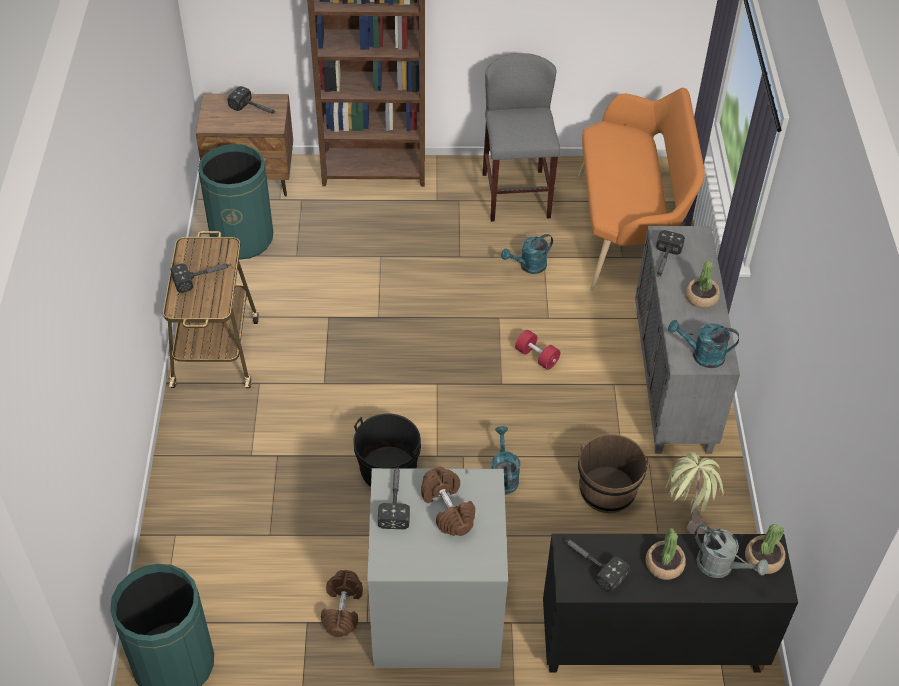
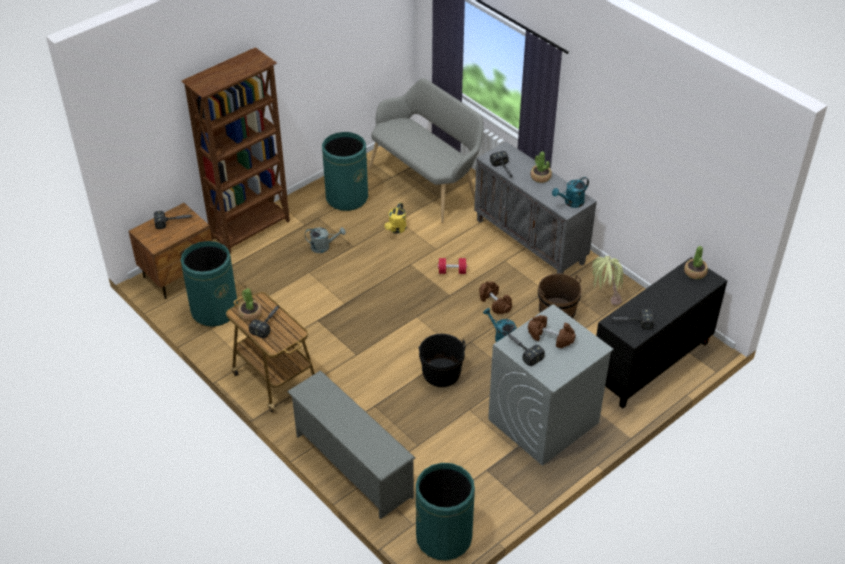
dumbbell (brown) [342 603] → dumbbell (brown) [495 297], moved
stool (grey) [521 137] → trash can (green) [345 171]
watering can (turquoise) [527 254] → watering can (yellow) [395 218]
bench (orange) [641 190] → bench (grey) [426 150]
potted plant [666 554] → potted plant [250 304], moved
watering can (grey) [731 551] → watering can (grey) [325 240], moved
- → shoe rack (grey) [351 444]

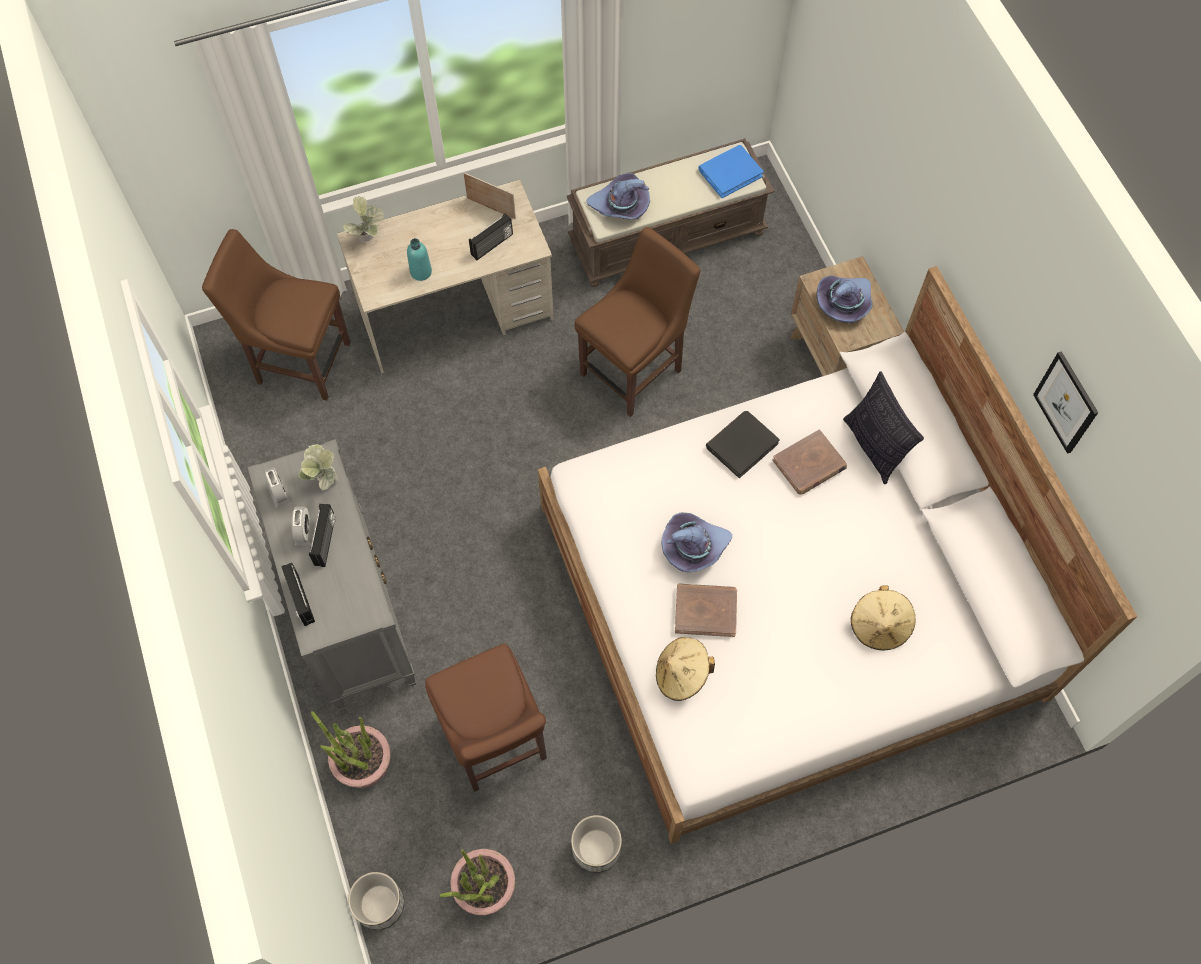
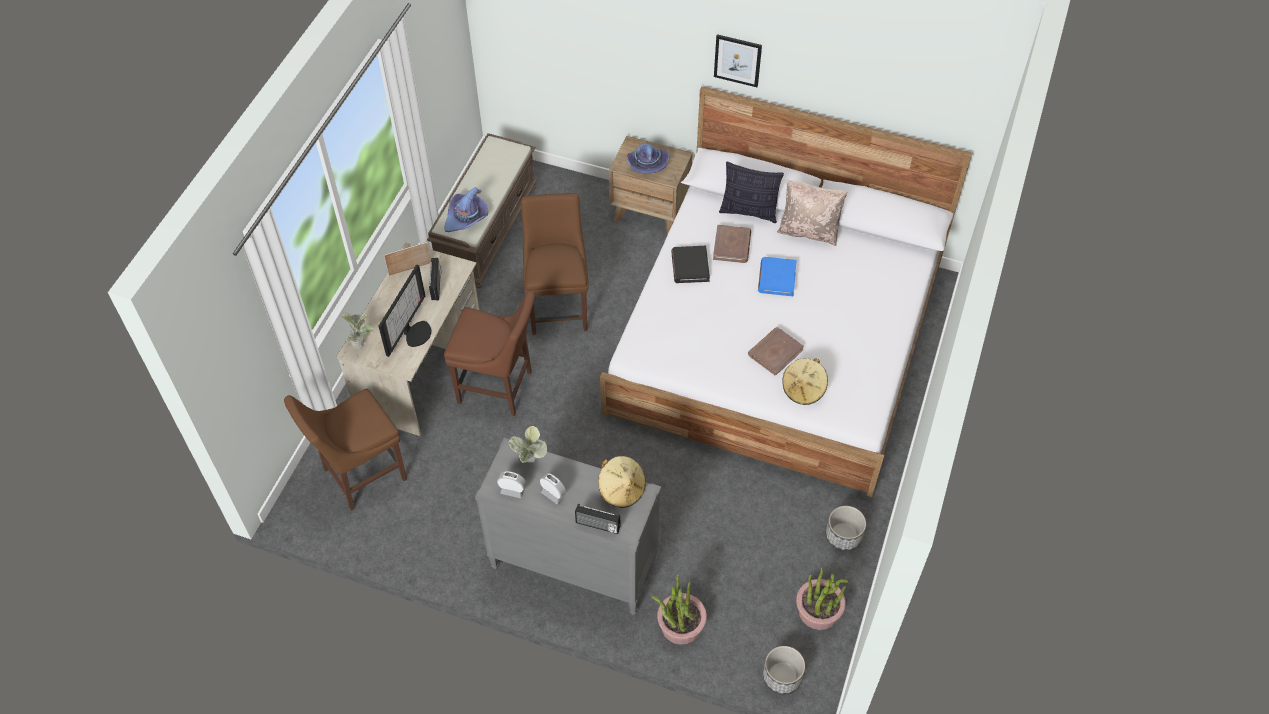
radio [322 535] → -
bottle (turquoise) [419 259] → monitor [405 311]
chair (brown) [486 718] → chair (brown) [489 353], moved
hat (purple) [696 542] → -
book (blue) [731 171] → book (blue) [777 276], moved
hat (beige) [883 617] → hat (beige) [622 482], moved
picture [1065 402] → picture [738 60], moved
- → pillow (beige) [812 213]

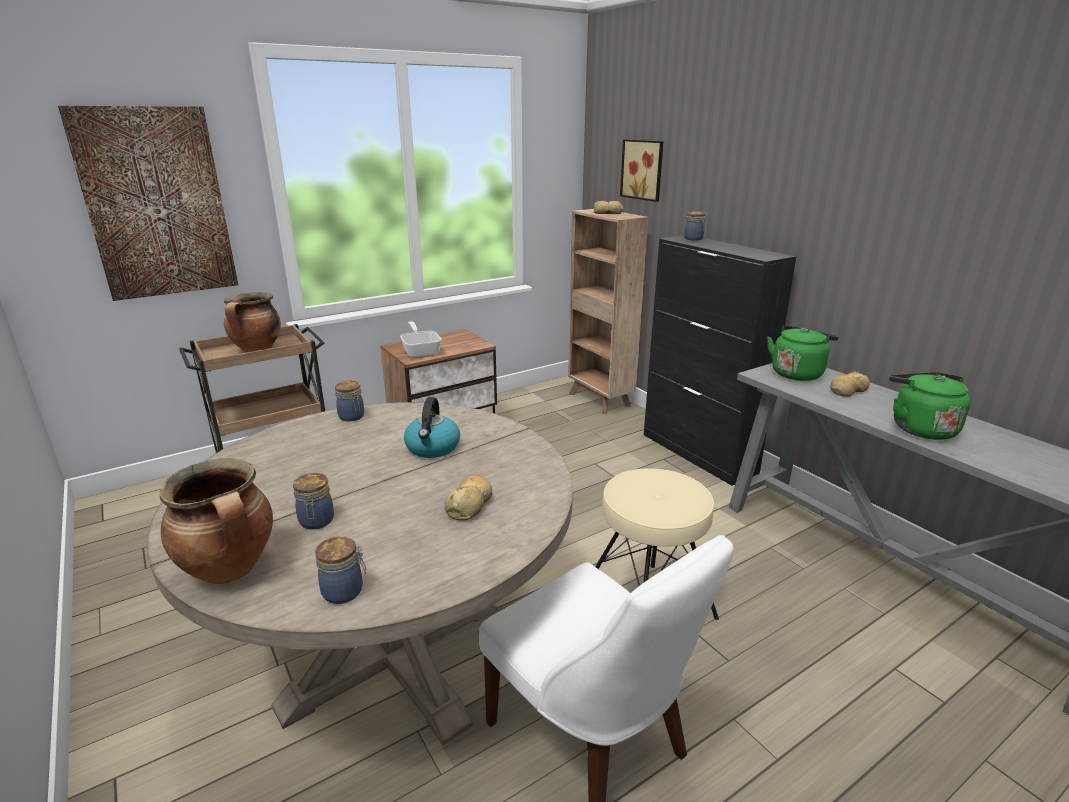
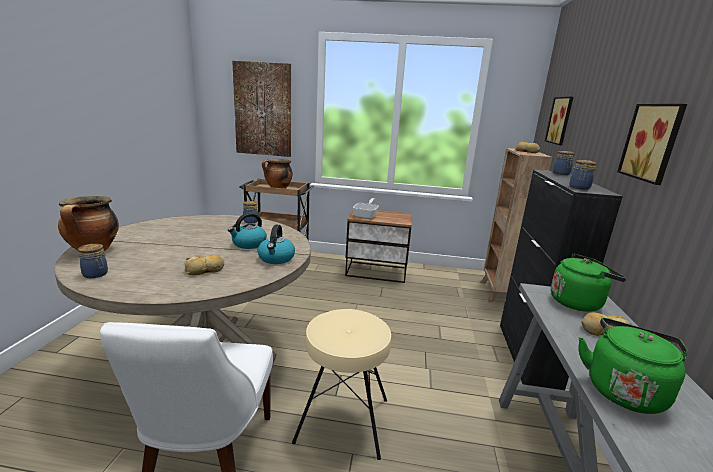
jar [313 501] → jar [583 175], moved
- → kettle [276 244]
- → picture [652 144]

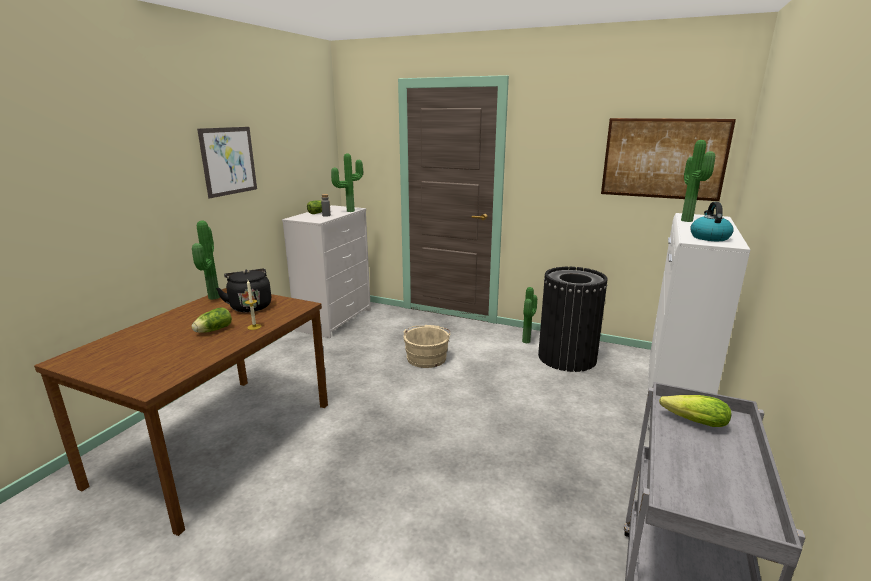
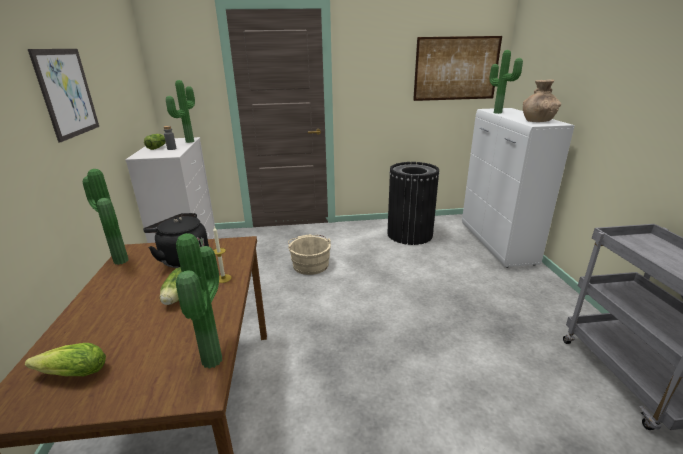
potted plant [529 315] → potted plant [199 301], moved
lettuce [695 411] → lettuce [65 359], moved
kettle [712 221] → vase (brown) [542 100]

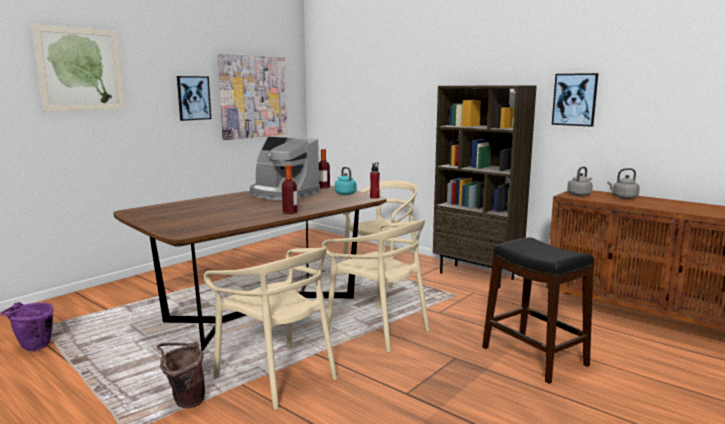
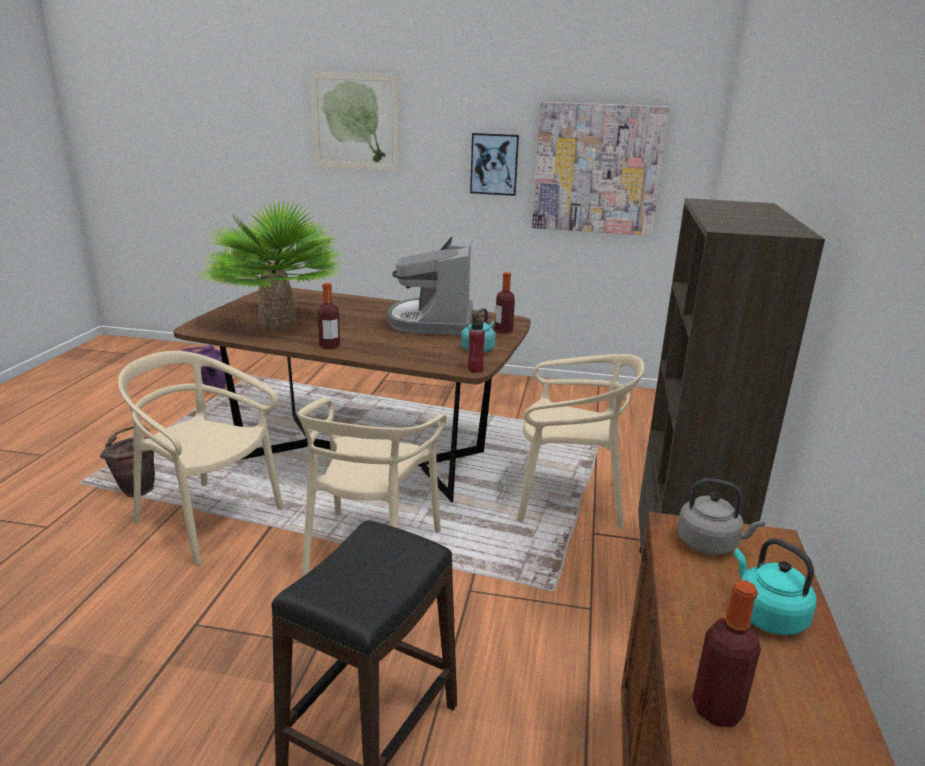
chair (beige) [270 328] → chair (beige) [201 458], 105 degrees clockwise
picture [575 100] → -
kettle (grey) [623 183] → kettle (turquoise) [775 586]
- → potted plant [271 265]
- → bottle [726 653]

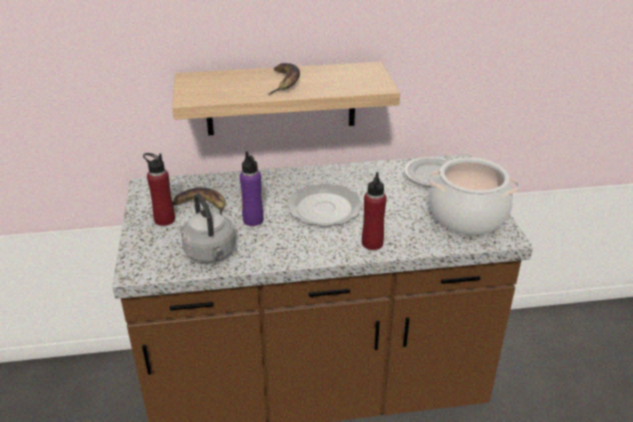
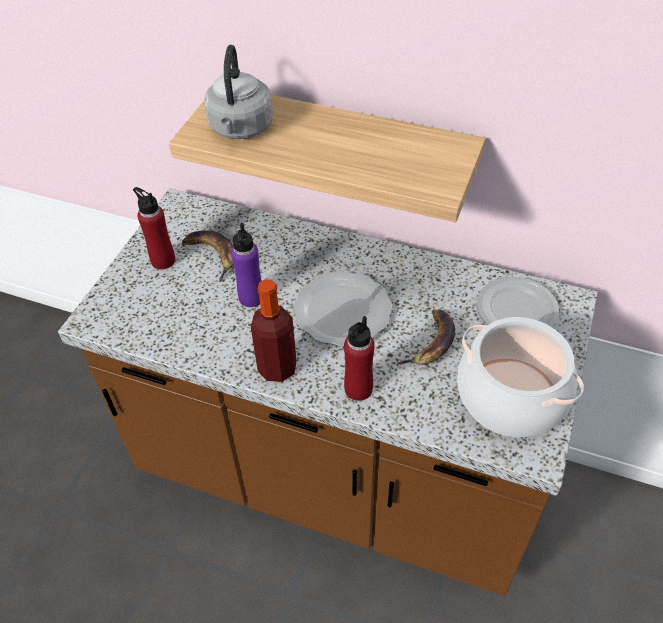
kettle (grey) [208 227] → kettle (grey) [239 92], moved
banana [284 79] → banana [426 337], moved
- → bottle [274 330]

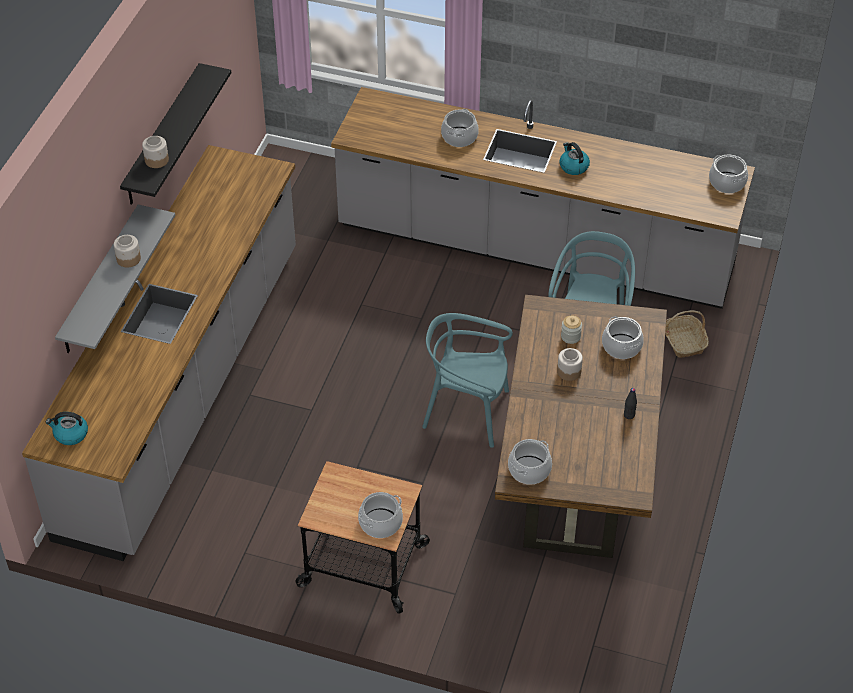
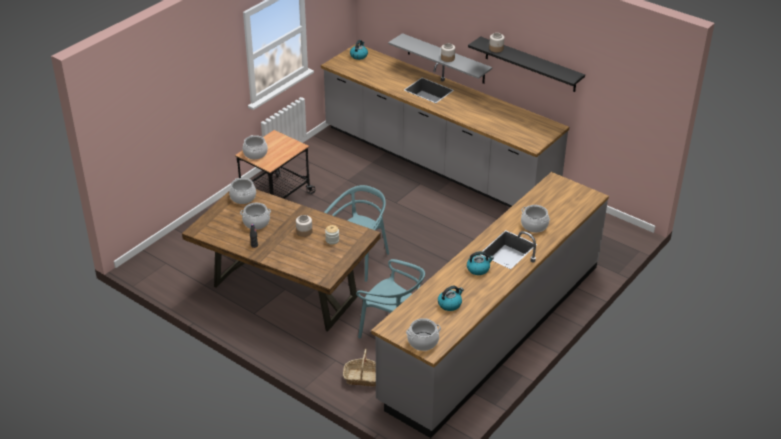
cooking pot [623 337] → cooking pot [255 216], moved
- → kettle [451 298]

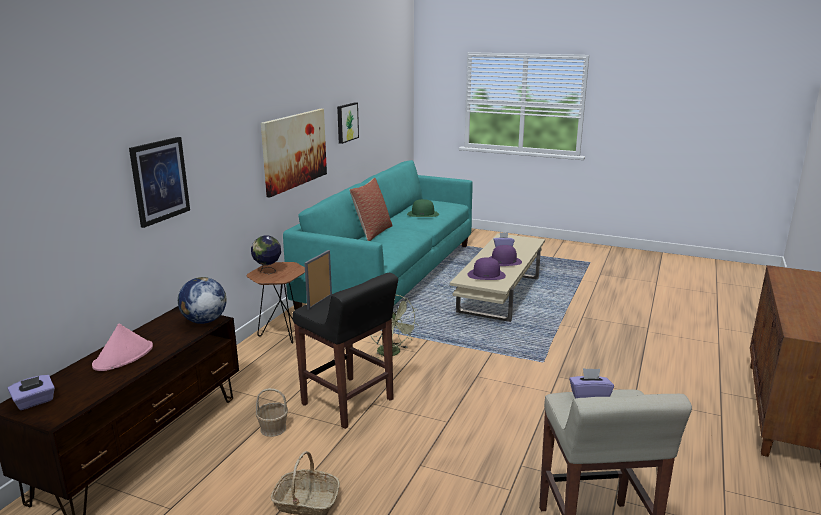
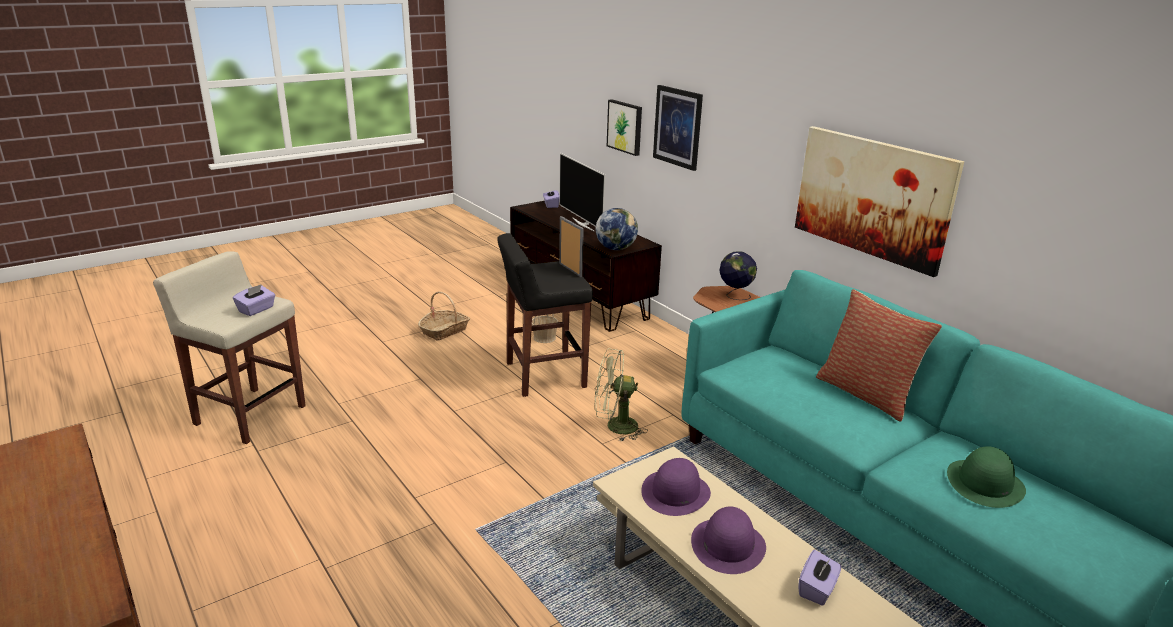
hat (pink) [122 347] → television [582 192]
picture [348 123] → picture [624 127], moved

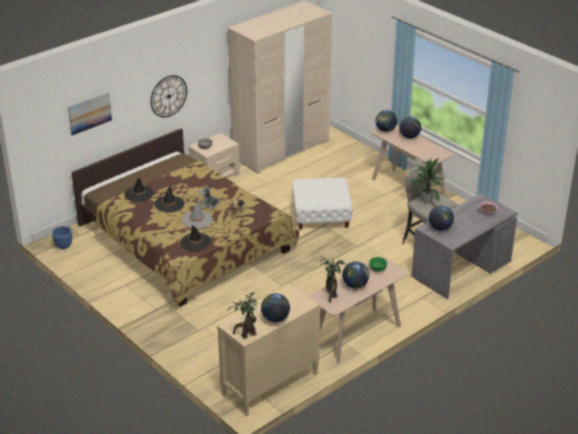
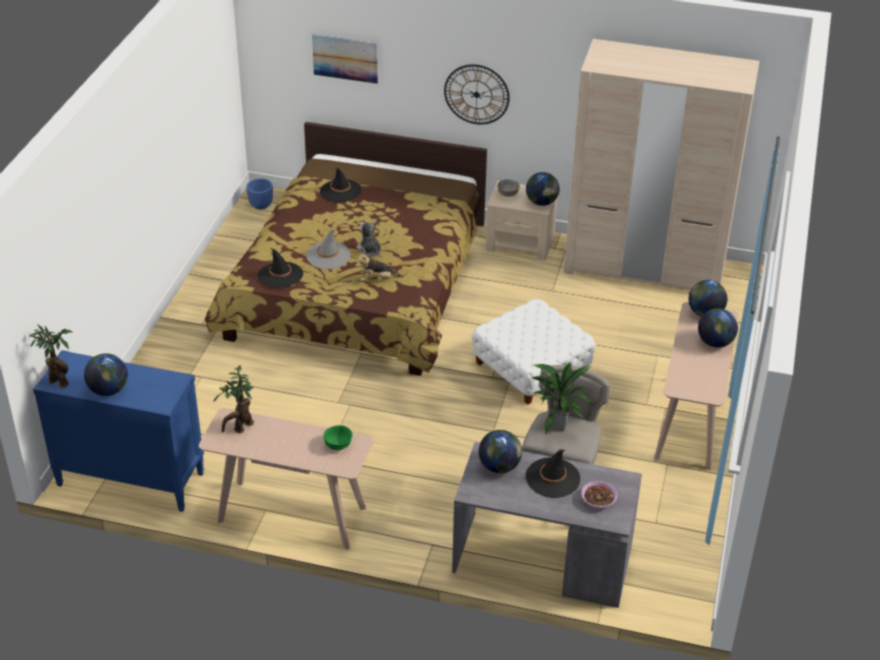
hat (black) [169 198] → hat (black) [553 473], moved
dresser (beige) [269 350] → dresser (blue) [118 431]
globe [355 274] → globe [542 189], moved

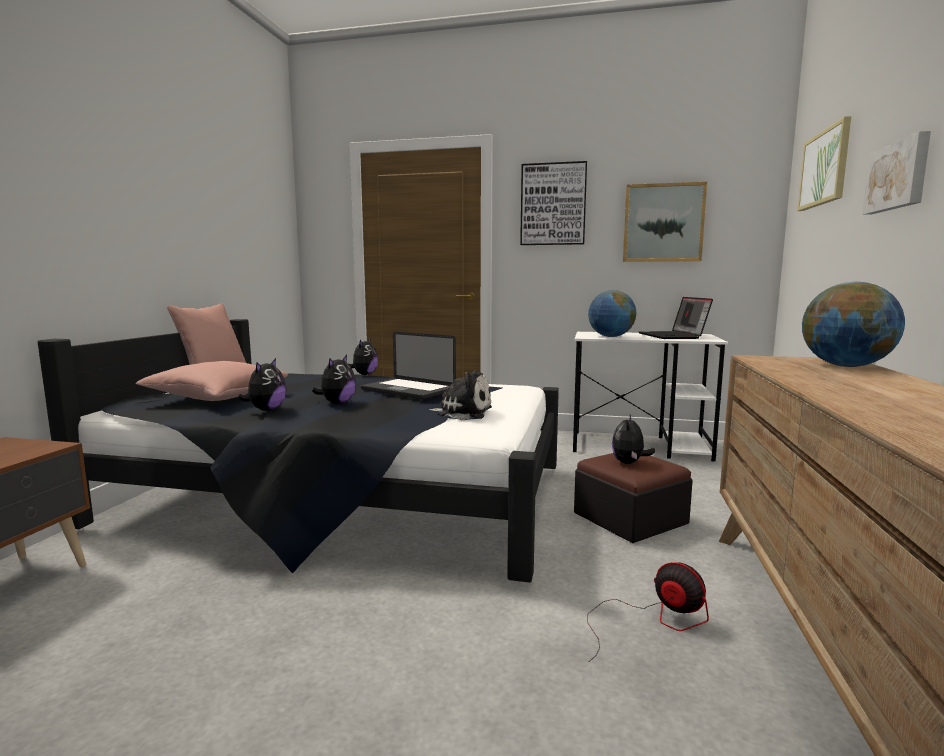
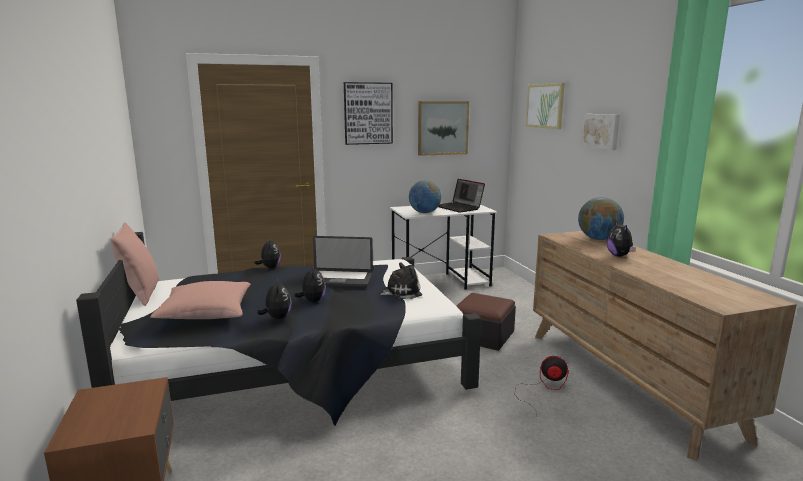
plush toy [633 439] → plush toy [621 238], moved

